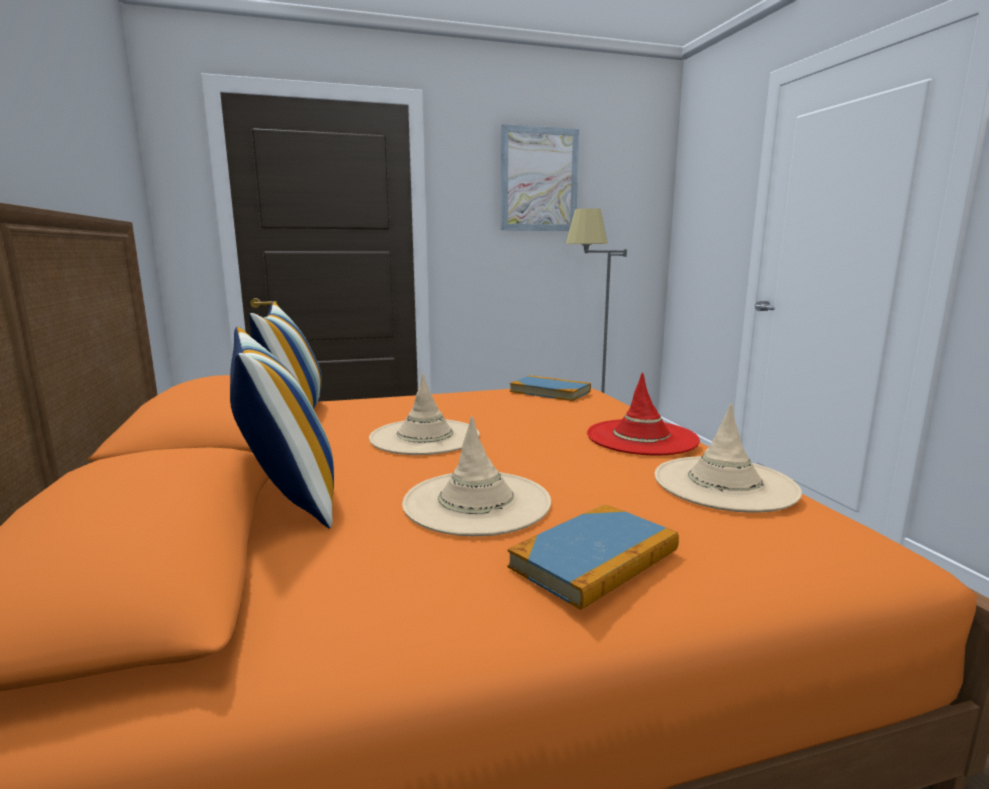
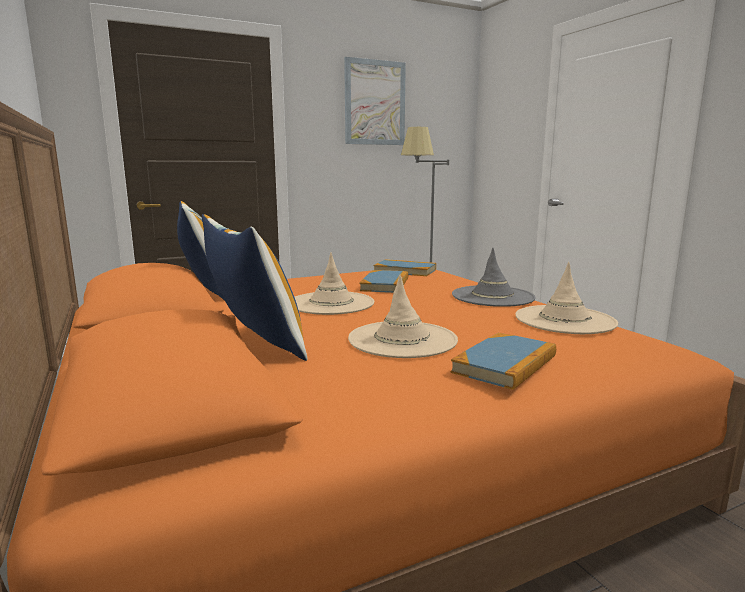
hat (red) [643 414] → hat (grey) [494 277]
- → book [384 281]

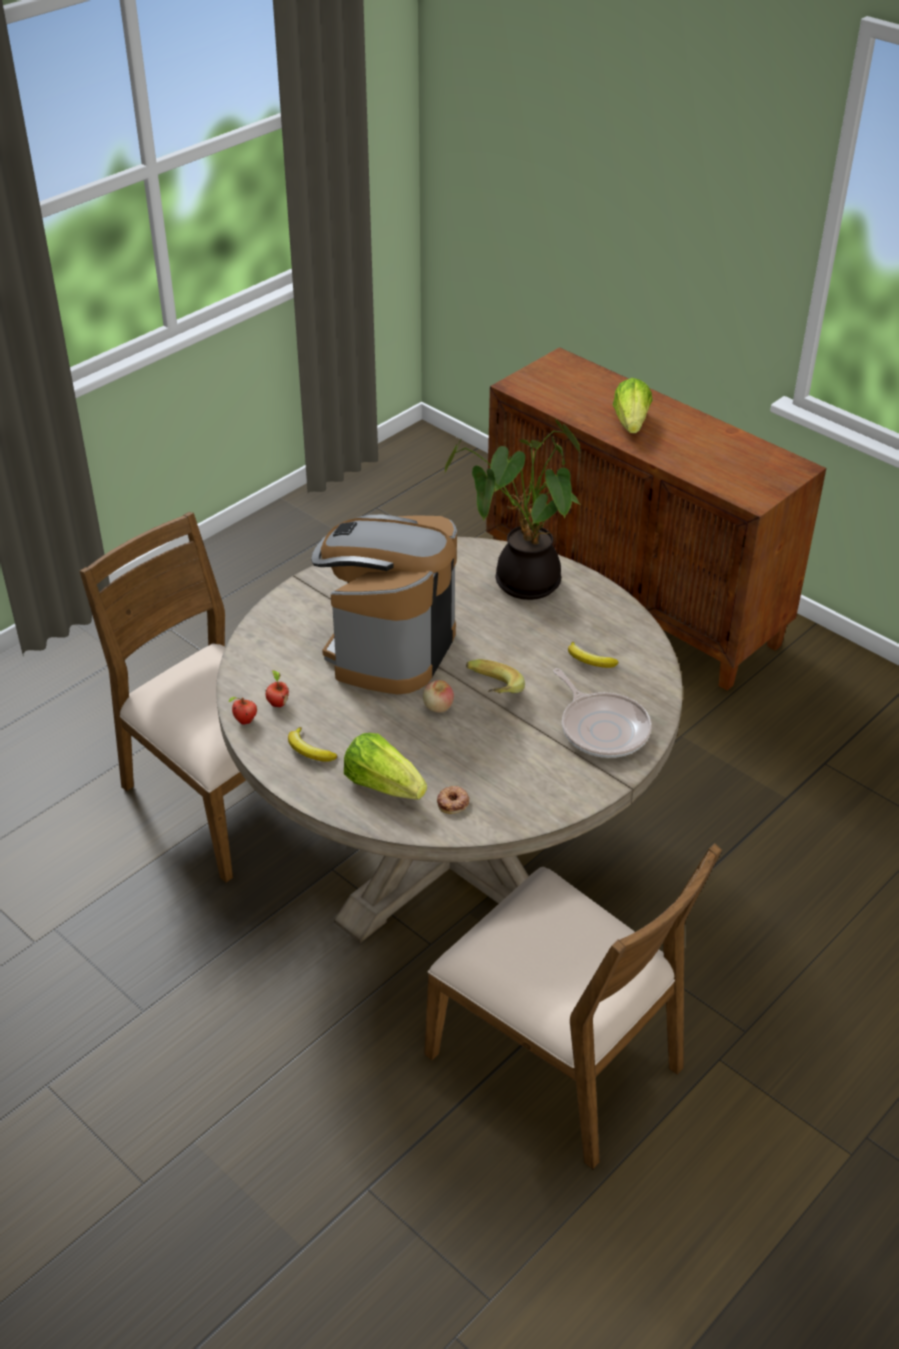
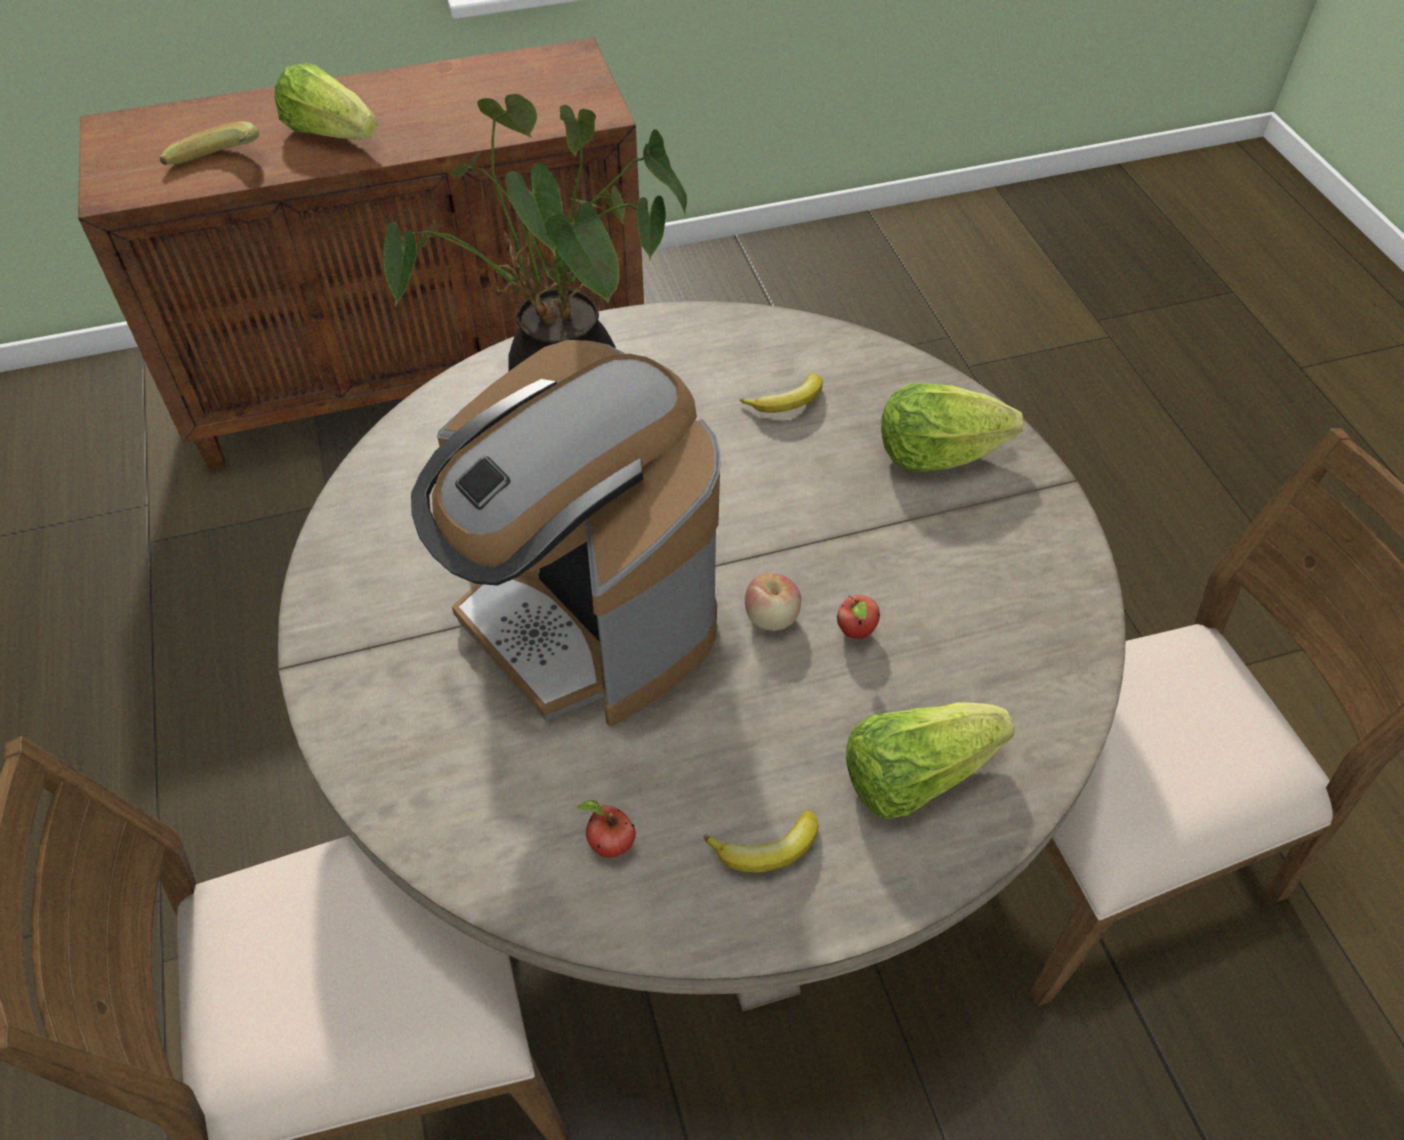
apple [242 711] → apple [858 617], moved
donut [453 800] → -
banana [495 676] → banana [209 143], moved
frying pan [602 713] → lettuce [952 427]

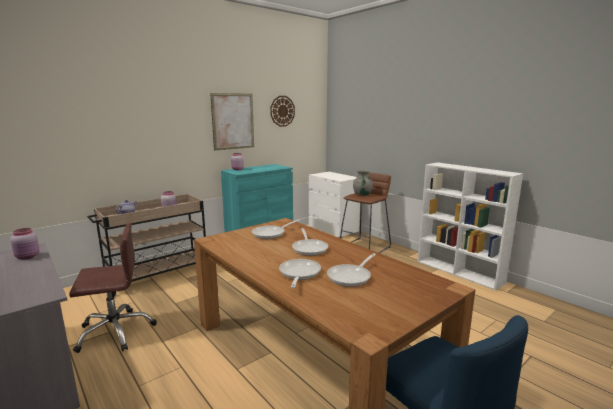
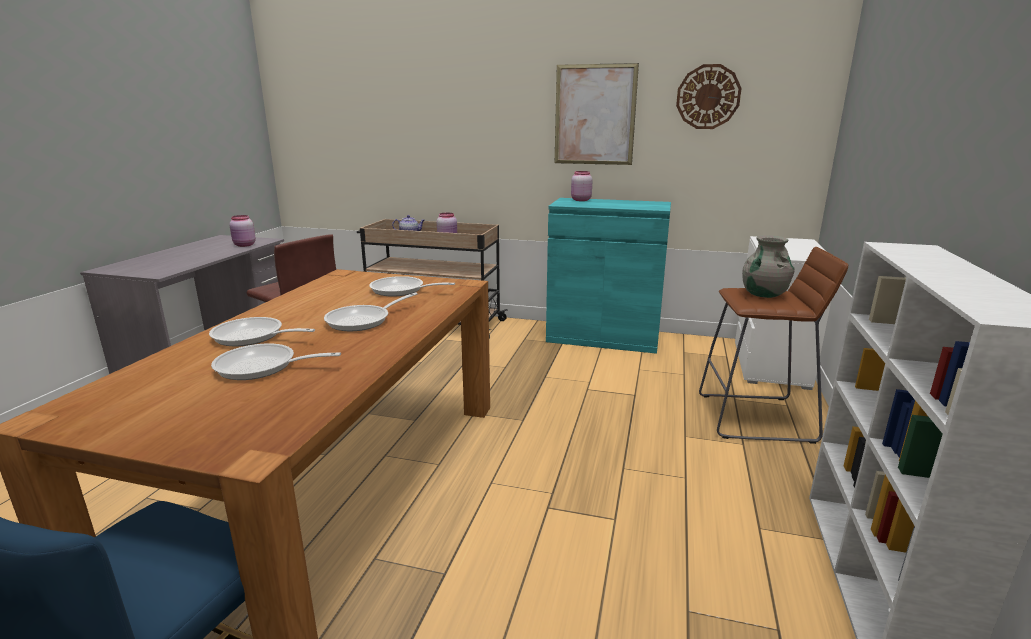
frying pan [300 273] → frying pan [262 331], 135 degrees counterclockwise

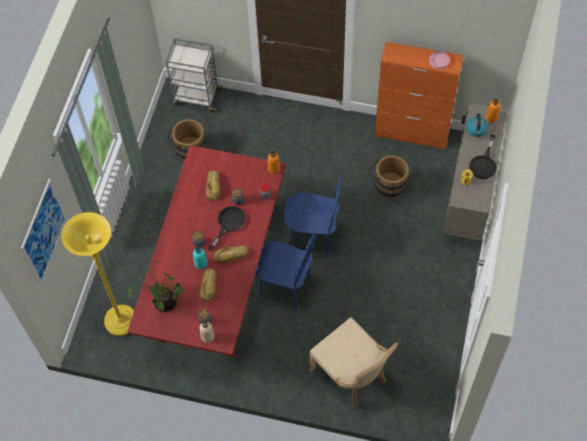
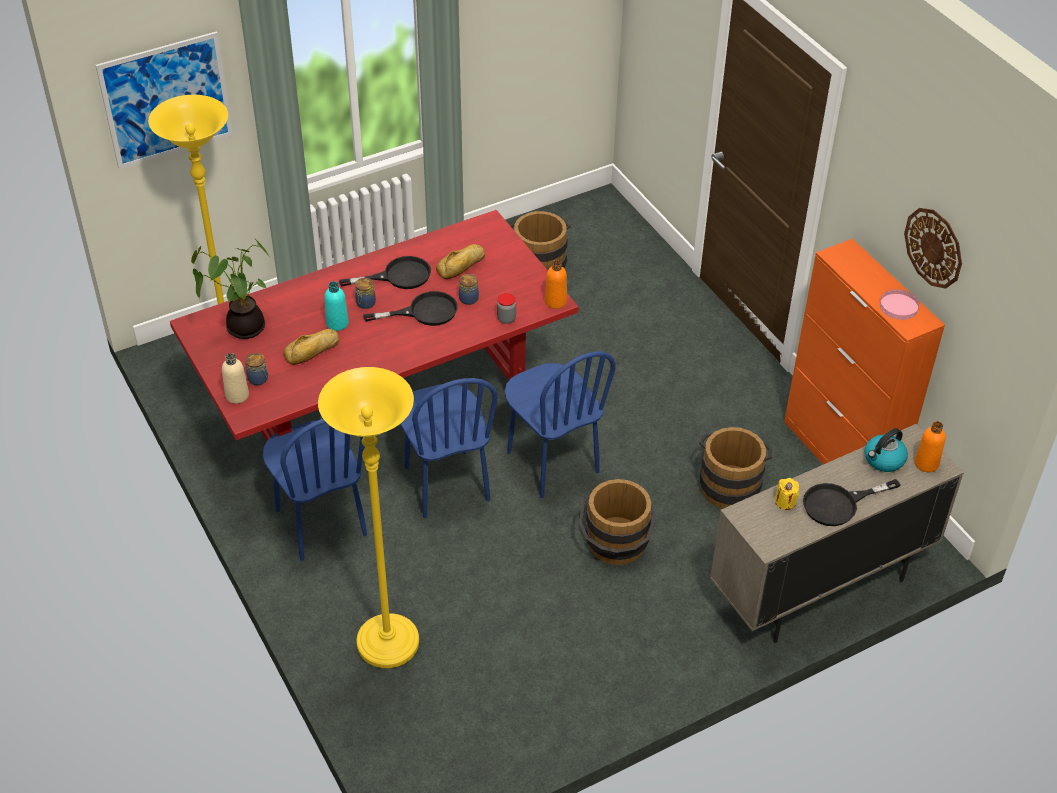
cart (grey) [195 75] → -
bread [231 254] → -
chair (beige) [353 362] → floor lamp (yellow) [368 517]
- → chair (blue) [315 490]
- → frying pan (black) [385 272]
- → bucket (brown) [618 522]
- → wall clock [933 248]

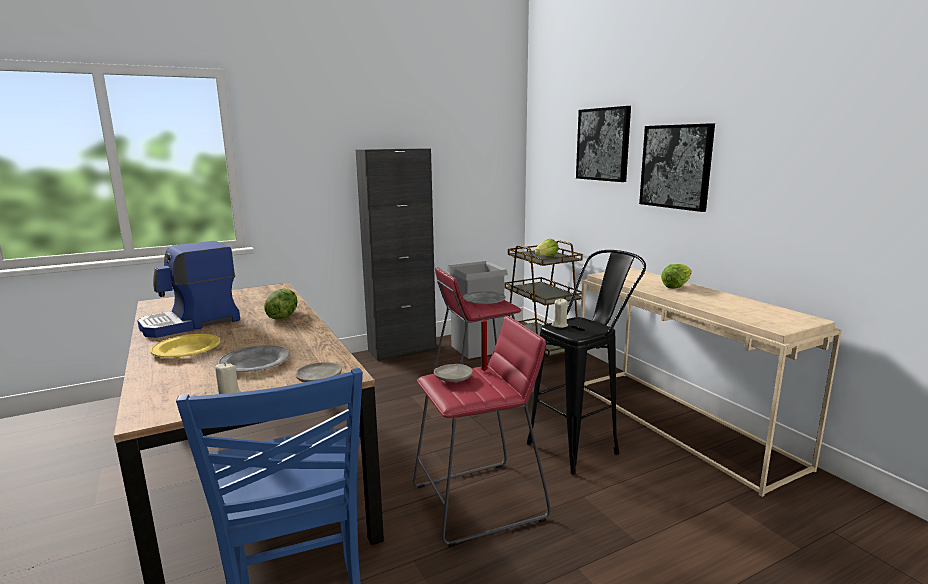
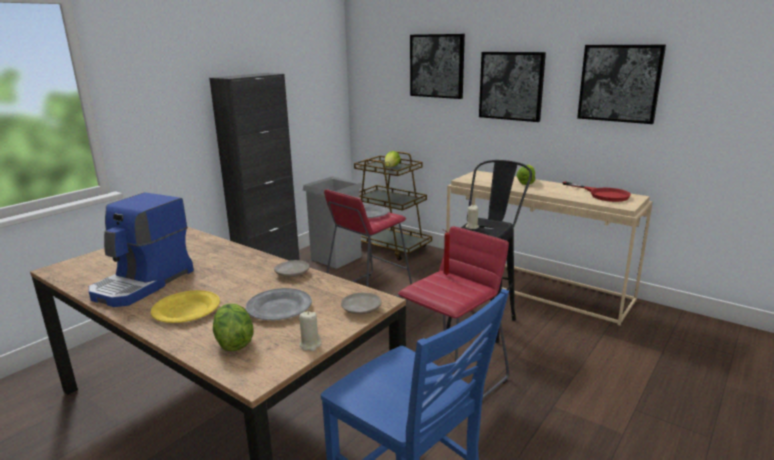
lettuce [280 304] → lettuce [233 327], moved
plate (beige) [453 373] → plate (beige) [291 268], moved
- → frying pan (red) [596 192]
- → picture [621 84]

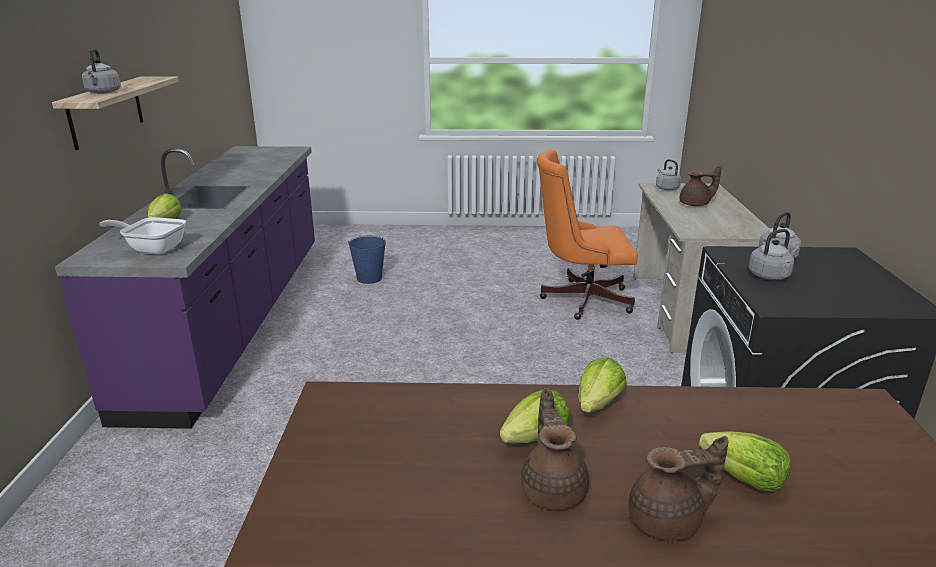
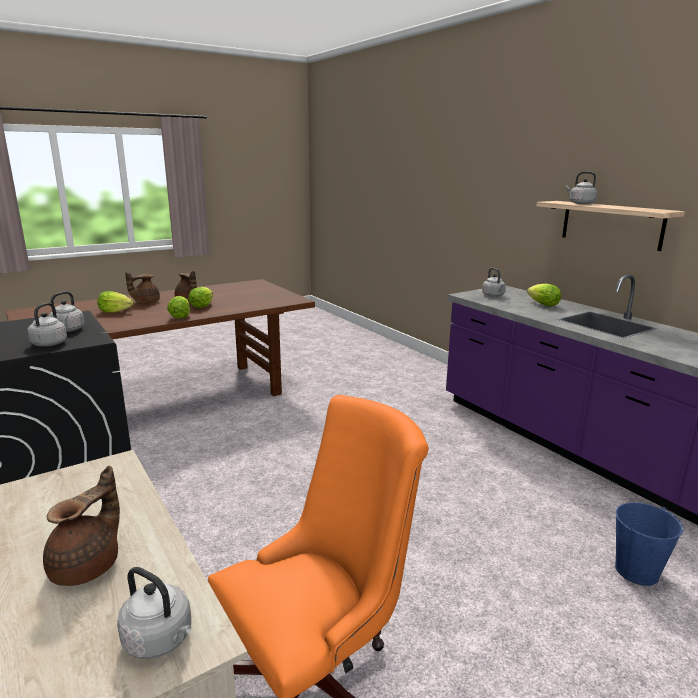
frying pan [142 236] → kettle (grey) [494 282]
teapot (brown) [701 186] → teapot (brown) [81 525], 150 degrees clockwise

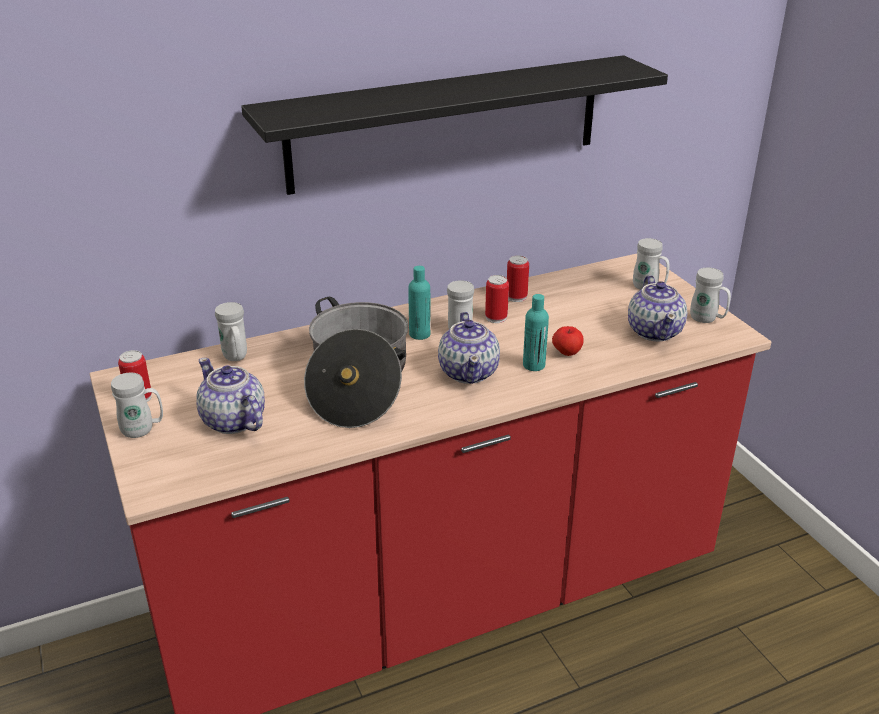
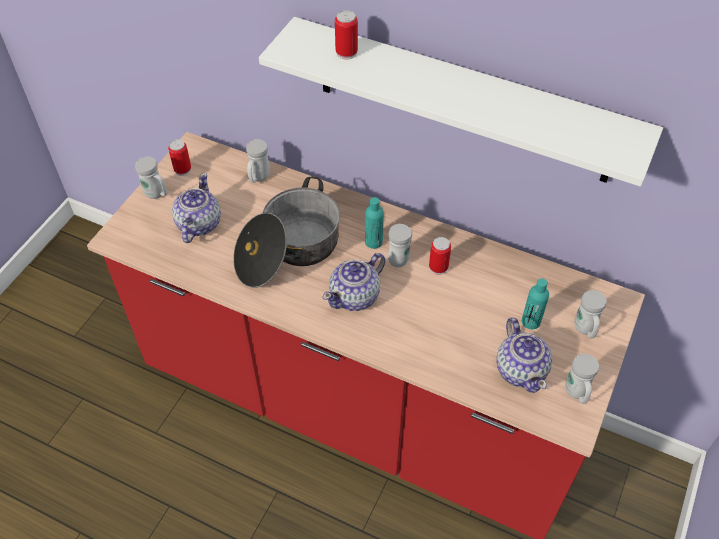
shelf (black) [454 125] → shelf (white) [461 102]
can [518 278] → can [346 35], moved
bottle (turquoise) [536 332] → bottle (turquoise) [535 303], moved
apple [567 341] → -
teapot [657 308] → teapot [524 355], 60 degrees counterclockwise

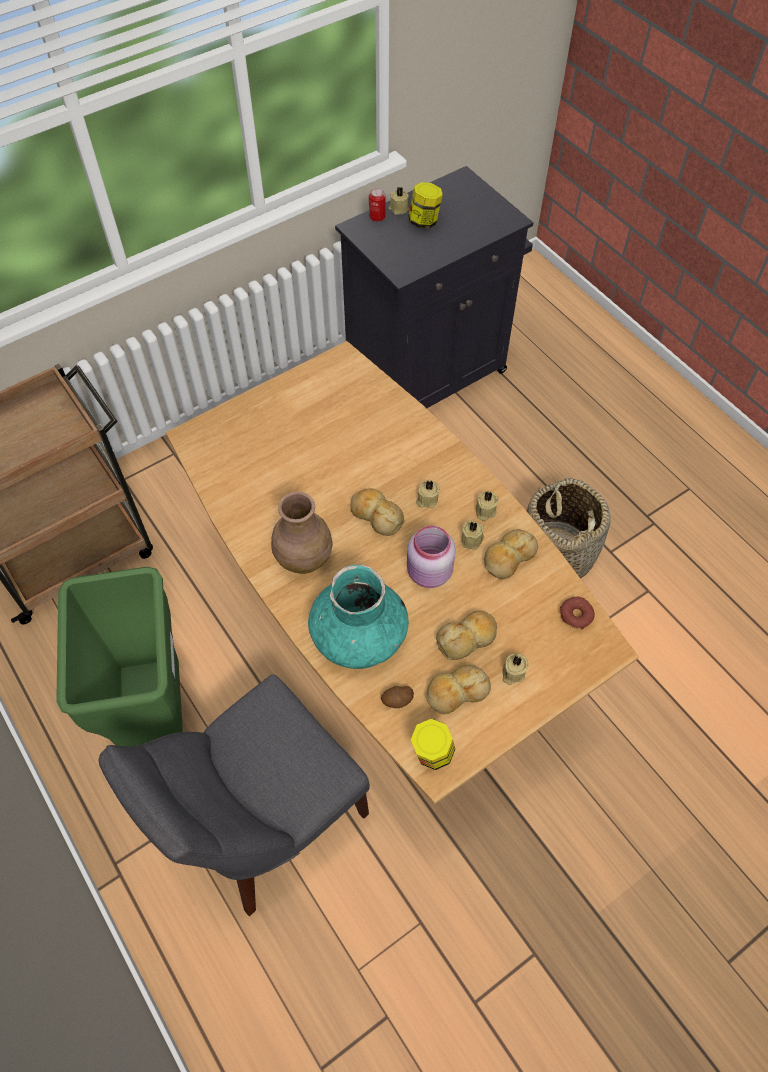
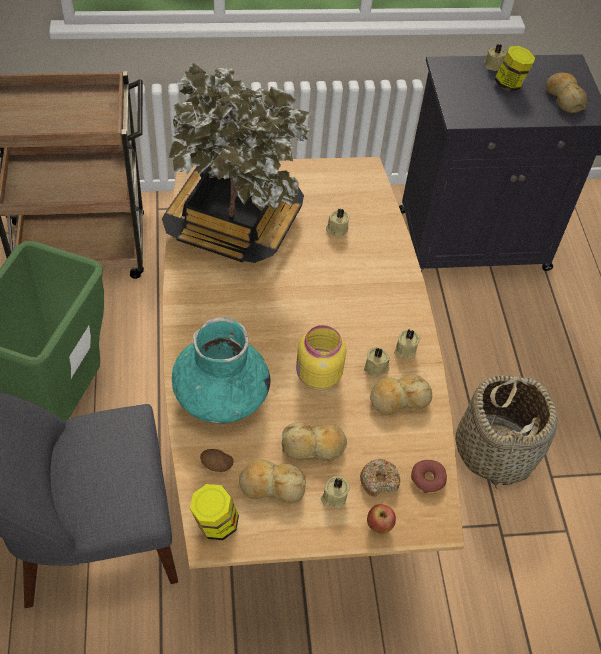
vase (brown) [301 533] → -
bread [377 512] → bread [566 93], moved
can [377 204] → -
jar (pink) [431 557] → jar (yellow) [321 357]
candle (beige) [428 494] → candle (beige) [338 223], moved
- → potted plant [236 162]
- → donut [380 478]
- → apple [381 519]

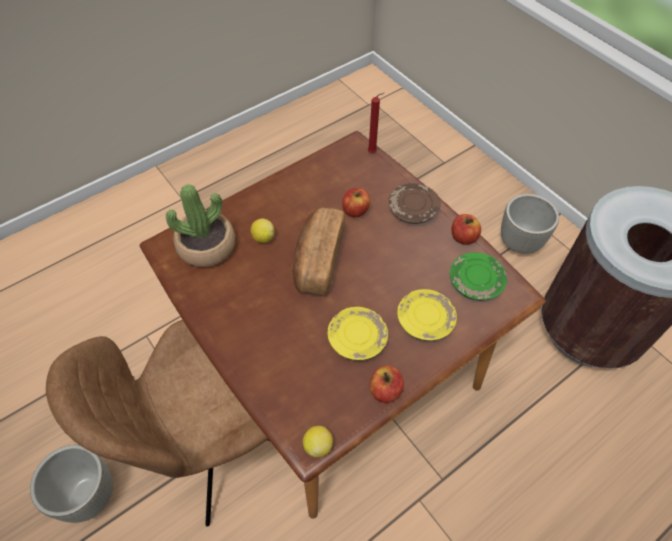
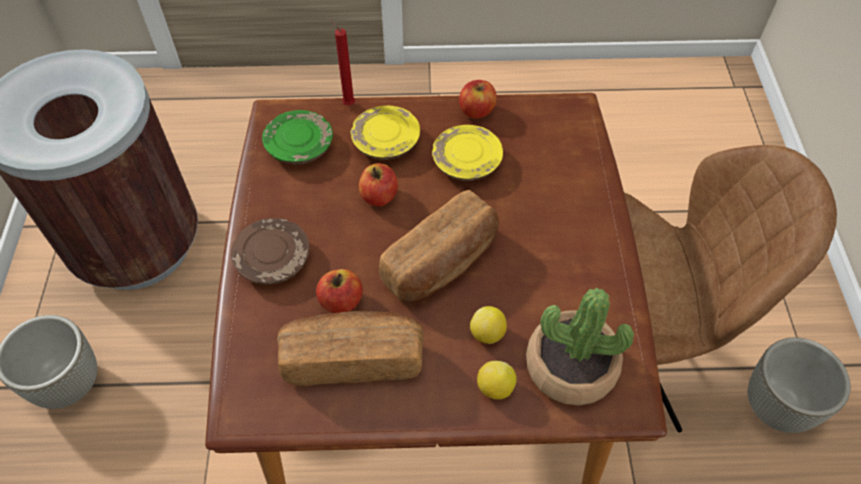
lemon [318 441] → lemon [497 380], moved
candle (red) [376 123] → candle (red) [342 61], moved
apple [466 229] → apple [378 184], moved
- → bread [350 348]

